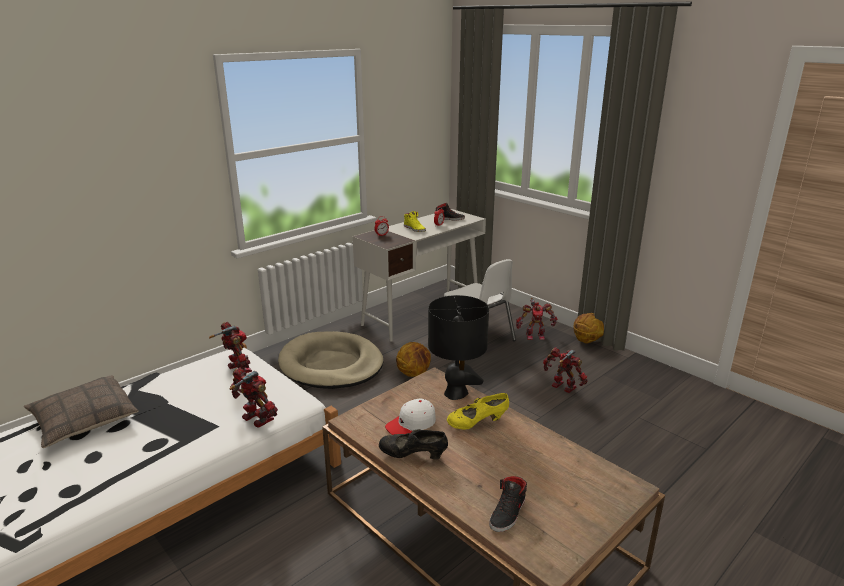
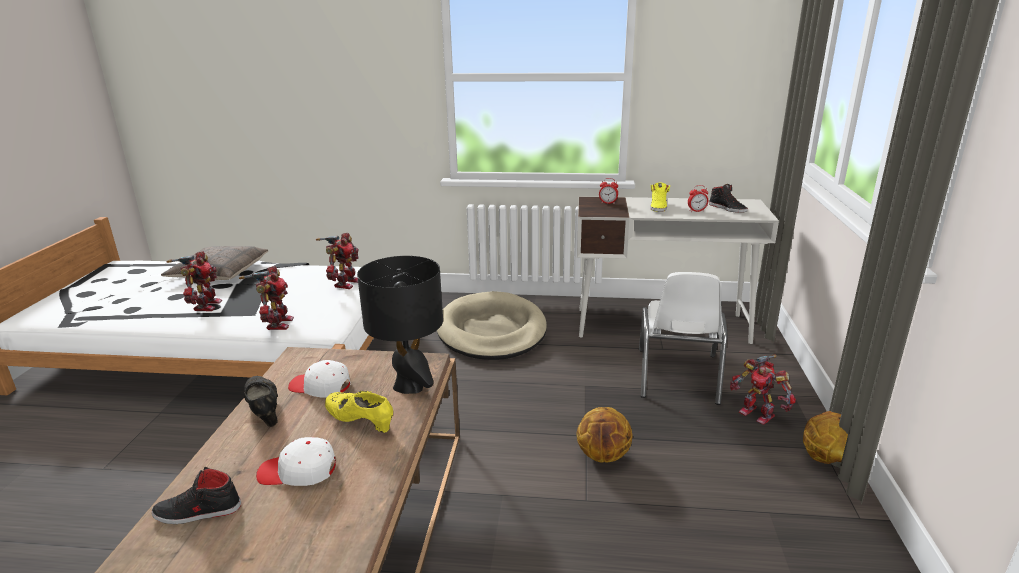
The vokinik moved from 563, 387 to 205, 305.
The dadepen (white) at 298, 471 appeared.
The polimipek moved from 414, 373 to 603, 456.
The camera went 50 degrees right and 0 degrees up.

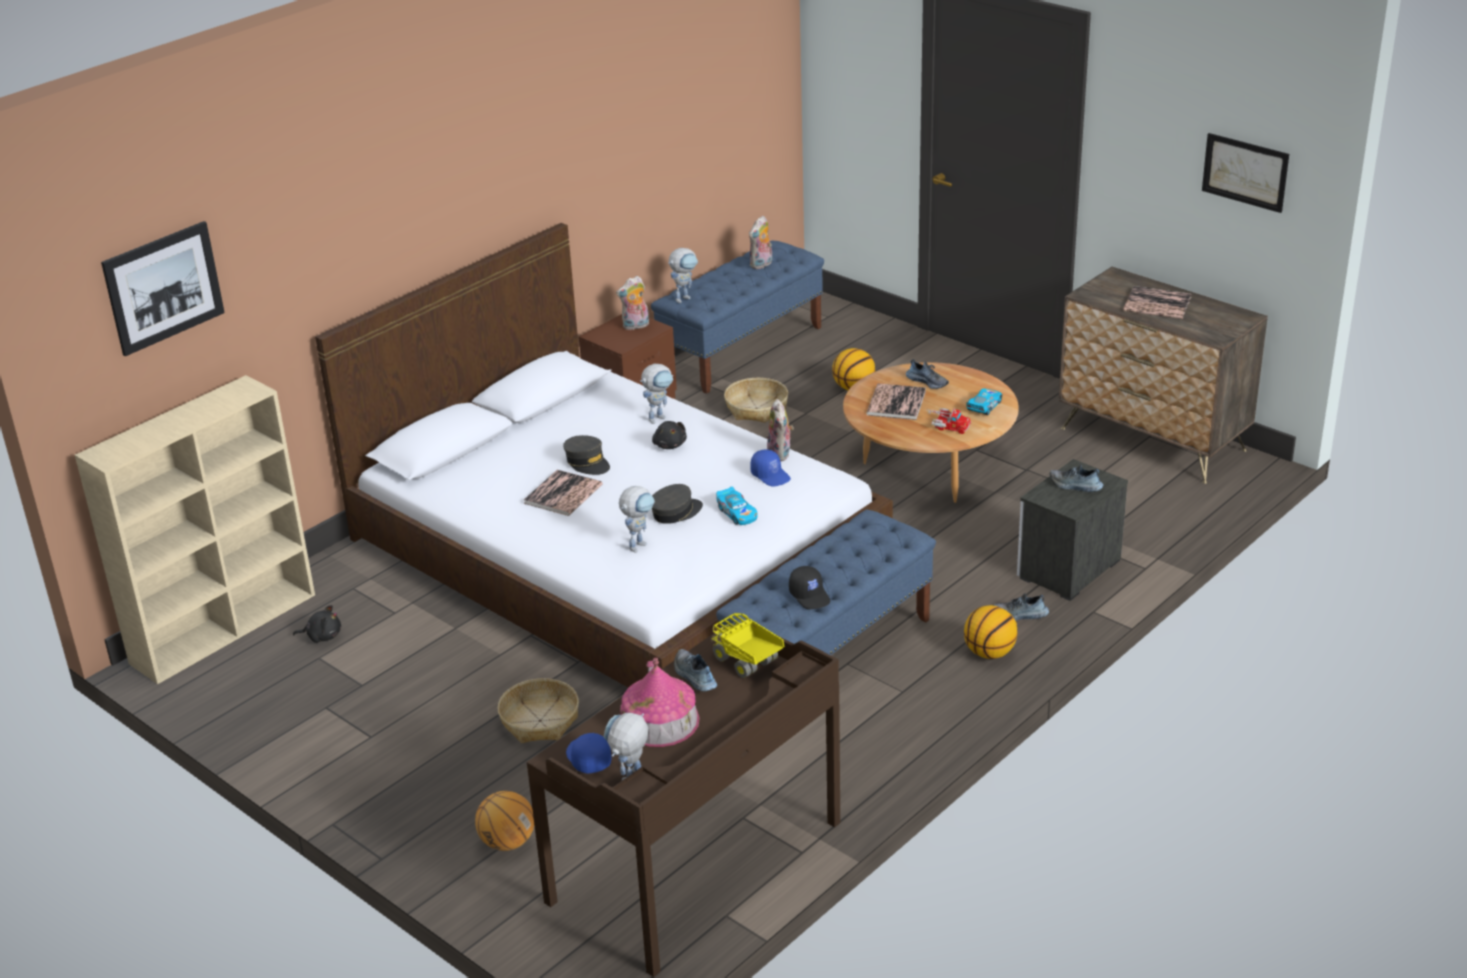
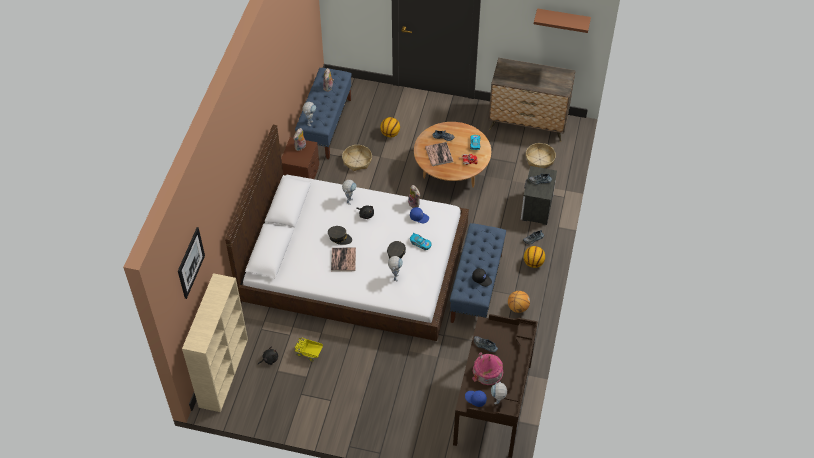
The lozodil moved from 747, 662 to 309, 353.
The polimipek moved from 507, 842 to 517, 307.
The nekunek moved from 540, 721 to 540, 159.
The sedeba at 1245, 172 was replaced by the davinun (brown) at 562, 20.
The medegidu at 1157, 304 disappeared.
The camera went 30 degrees left and 20 degrees up.

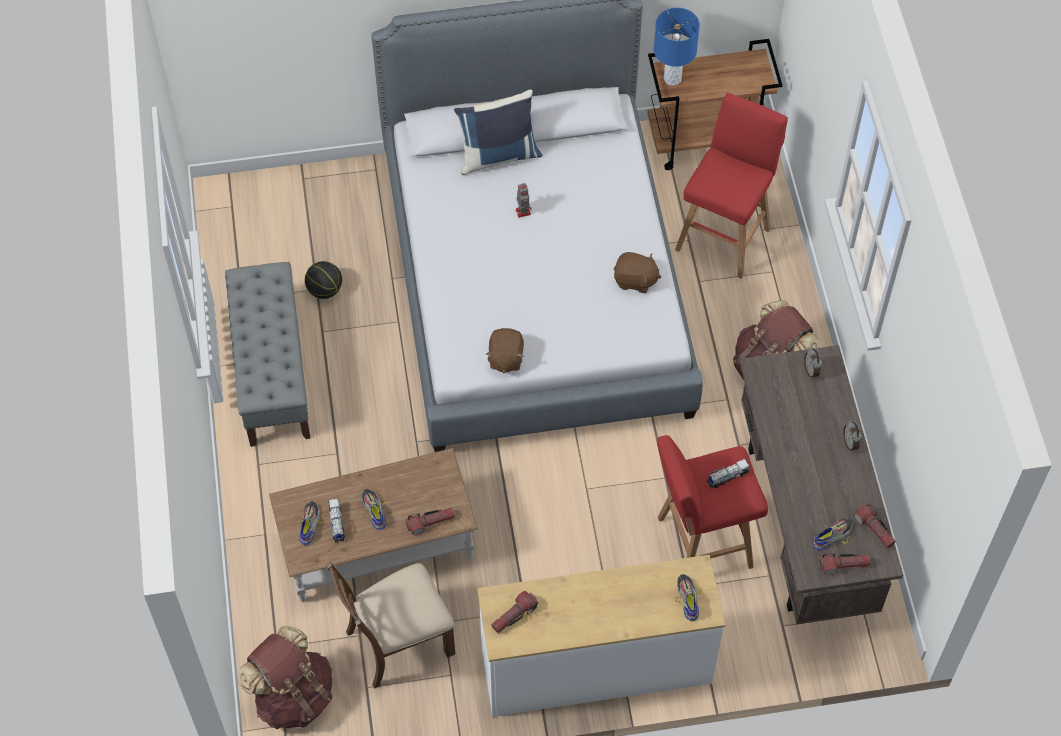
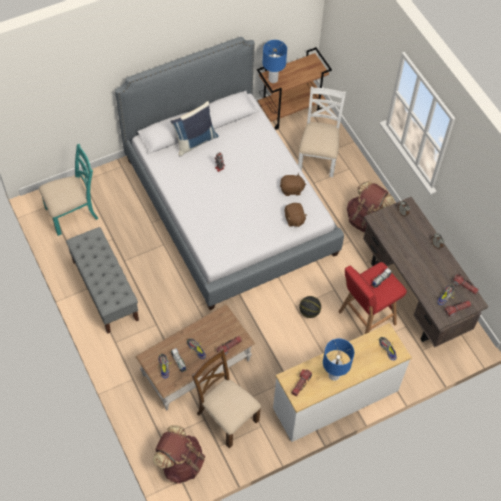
The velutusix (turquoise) at 72, 213 appeared.
The velutusix (brown) at 398, 642 turned 90 degrees clockwise.
The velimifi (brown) moved from 505, 358 to 294, 219.
The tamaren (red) at 724, 237 was replaced by the velutusix (white) at 318, 157.
The polimipek moved from 325, 290 to 309, 312.
The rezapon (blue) at 334, 375 appeared.
The camera went 20 degrees left and 0 degrees up.

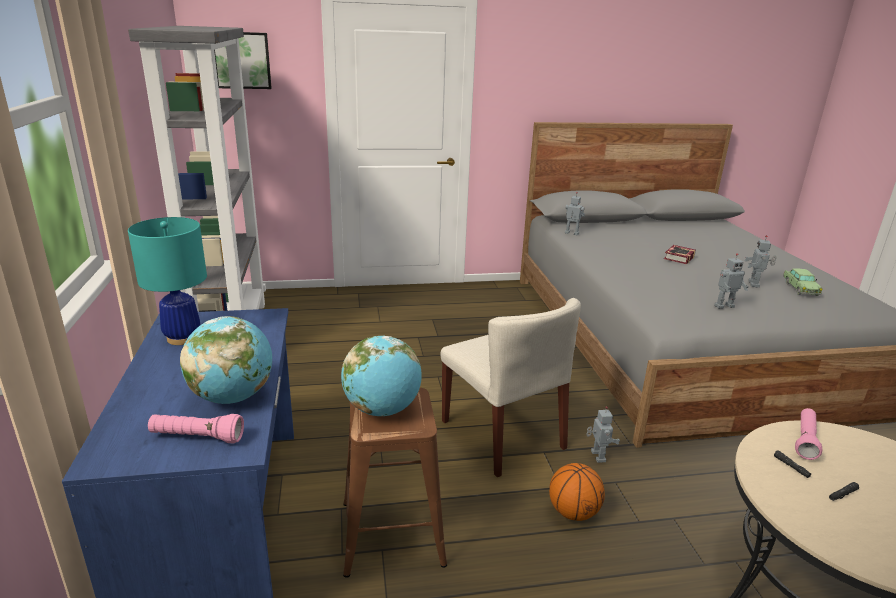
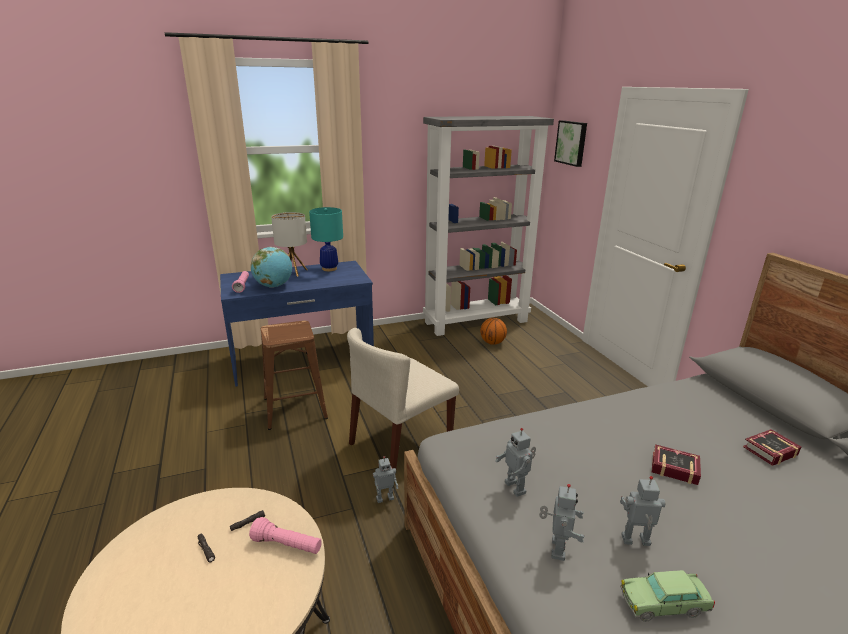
The rezapon at 293, 272 appeared.
The polimipek moved from 573, 512 to 492, 343.
The vokinik moved from 571, 233 to 556, 549.
The medegidu at 767, 451 appeared.
The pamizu at 382, 410 disappeared.
The camera went 80 degrees right and 0 degrees up.

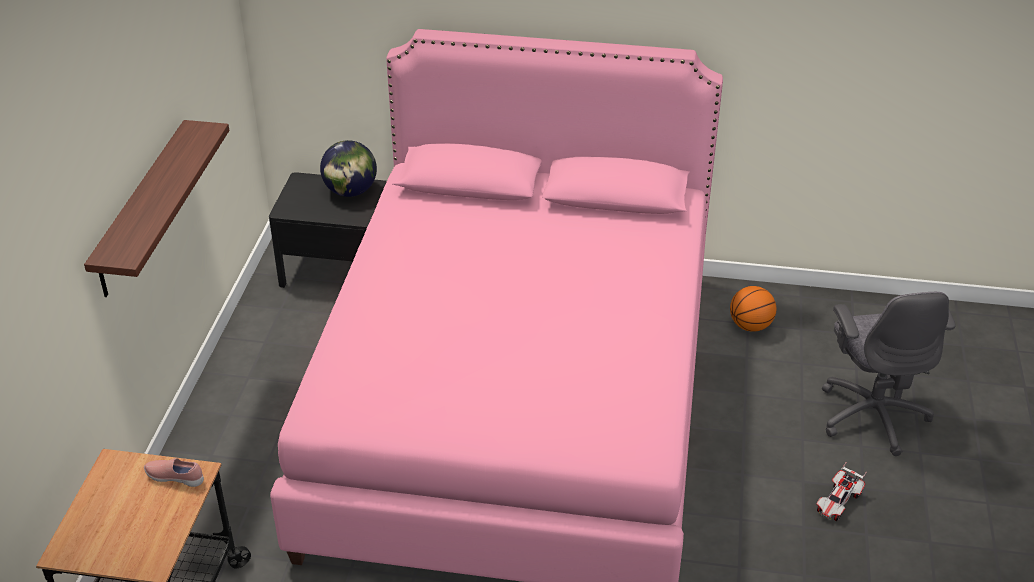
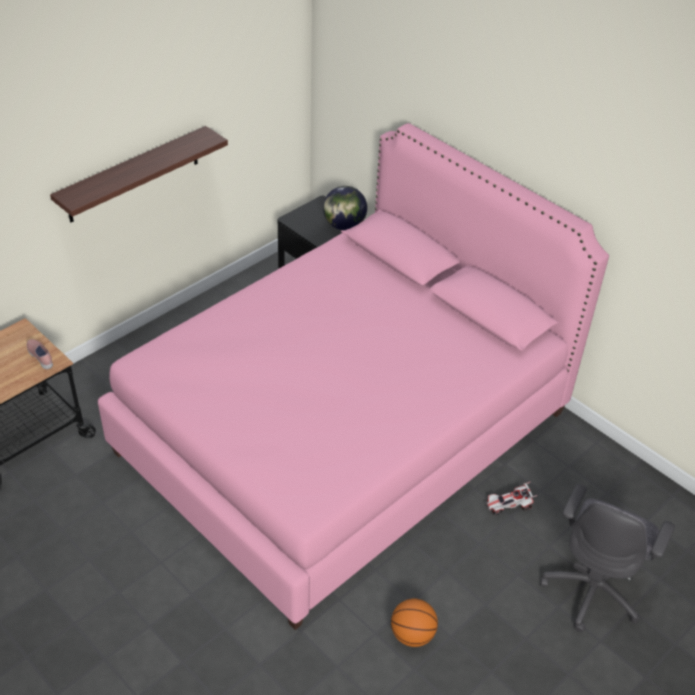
The polimipek moved from 750, 326 to 412, 634.
The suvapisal moved from 838, 503 to 508, 505.
The camera went 35 degrees right and 5 degrees up.

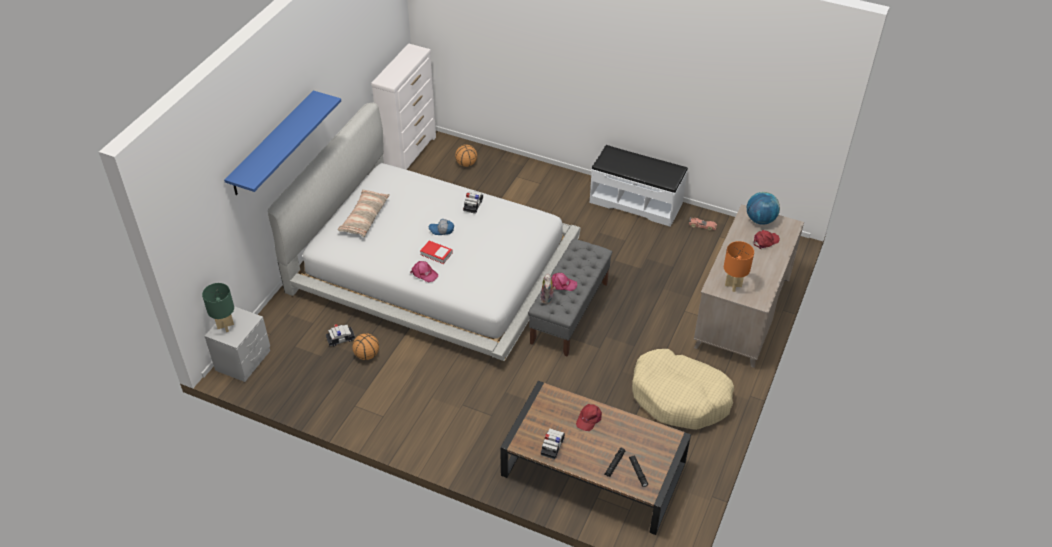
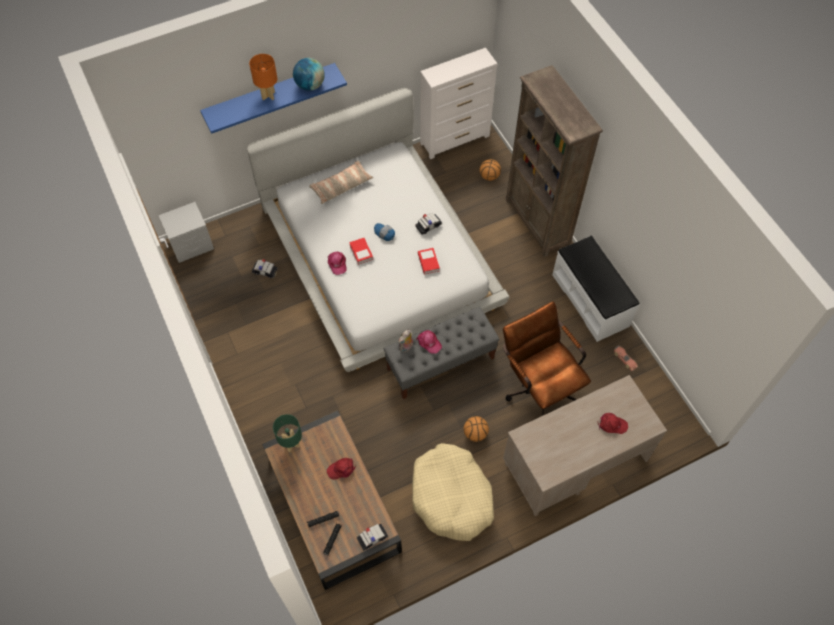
The rezapon (orange) moved from 733, 285 to 268, 95.
The rezapon (green) moved from 225, 326 to 292, 445.
The pamizu moved from 760, 220 to 310, 85.
The suvapisal moved from 552, 446 to 372, 538.
The medegidu at 428, 262 appeared.
The polimipek moved from 366, 355 to 475, 433.
The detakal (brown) at 538, 386 appeared.
The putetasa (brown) at 537, 222 appeared.
The camera went 40 degrees right and 15 degrees up.

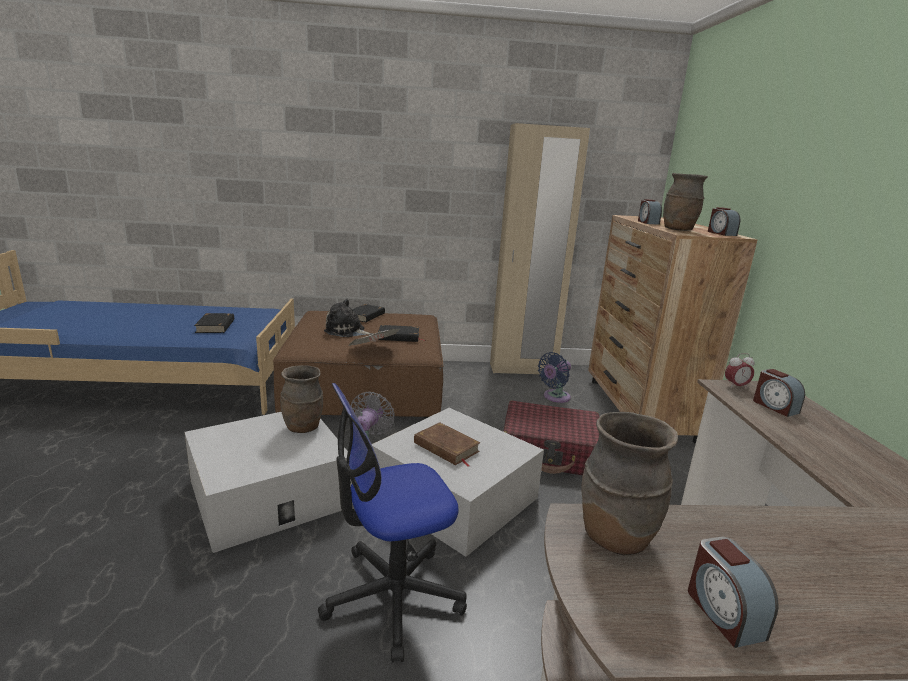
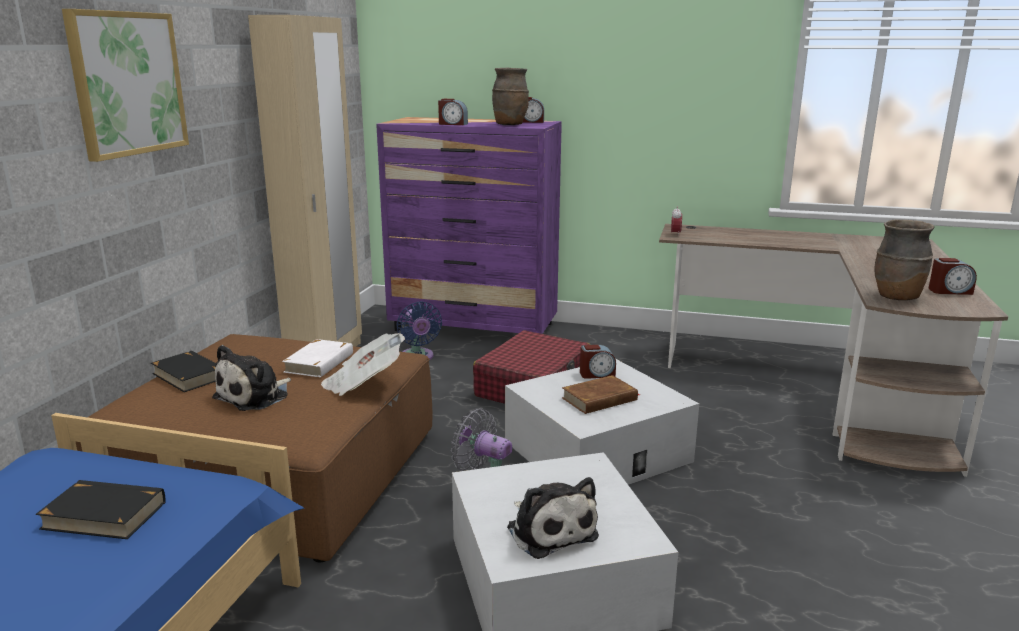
The sedeba at 127, 83 appeared.
The medegidu (black) at 399, 337 became the medegidu (white) at 320, 363.
The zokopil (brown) at 639, 409 became the zokopil (purple) at 474, 327.
The velimifi at 550, 530 appeared.
The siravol moved from 774, 406 to 597, 374.
The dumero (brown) at 303, 428 disappeared.
The detakal at 393, 596 disappeared.
The camera went 70 degrees left and 0 degrees up.

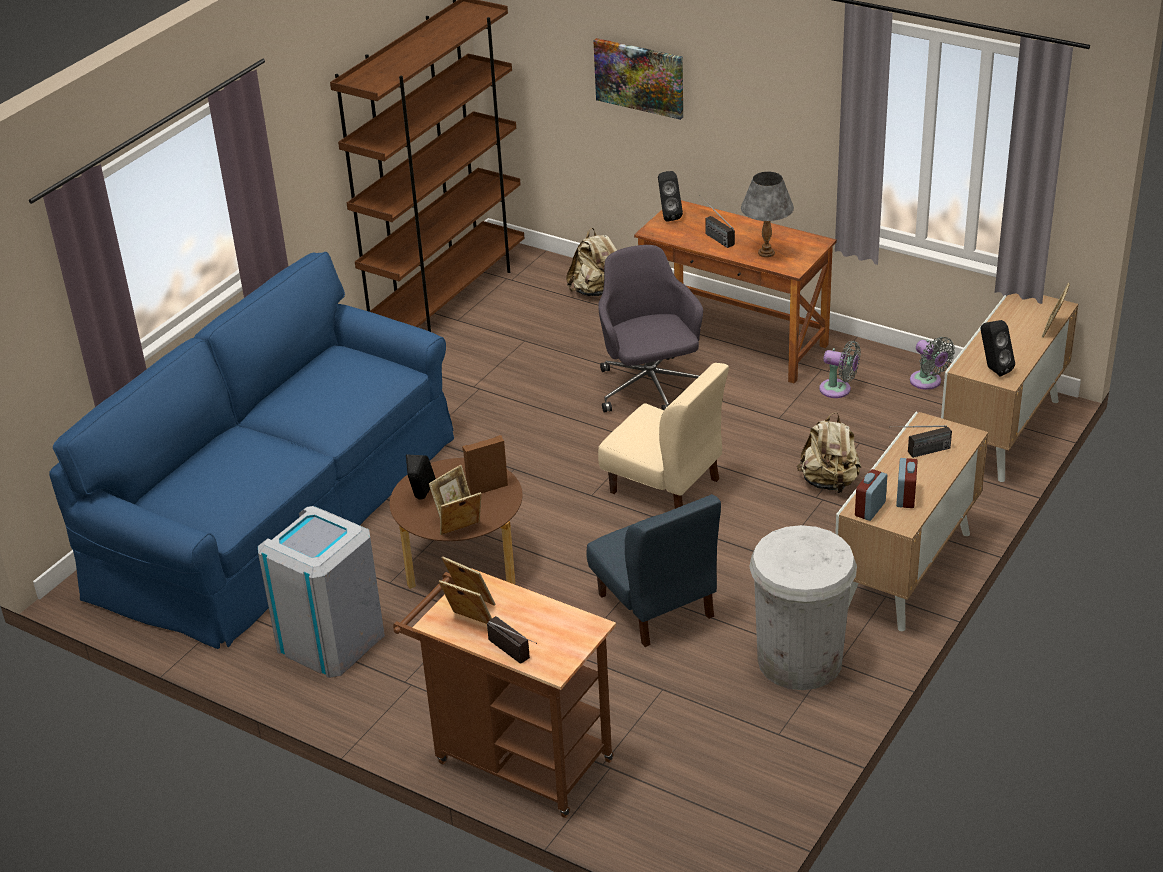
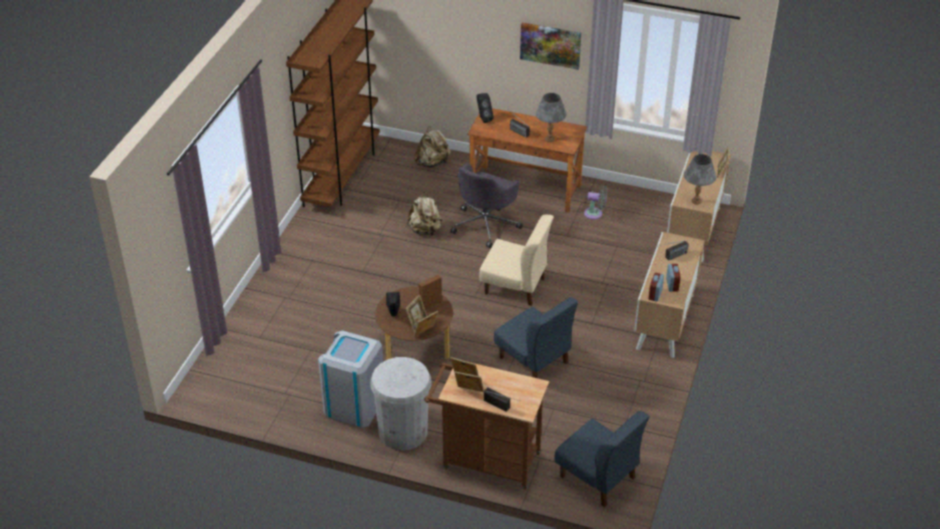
The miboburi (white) moved from 800, 660 to 403, 431.
The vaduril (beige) moved from 829, 482 to 425, 230.
The detakal (grey) at 650, 389 turned 120 degrees counterclockwise.
The sedeba moved from 639, 77 to 550, 45.
The velutusix (blue) at 597, 477 appeared.
The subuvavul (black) at 993, 369 was replaced by the rezapon (grey) at 696, 201.
The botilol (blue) at 280, 511 disappeared.
The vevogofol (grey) at 927, 382 disappeared.
The camera went 15 degrees left and 5 degrees up.

